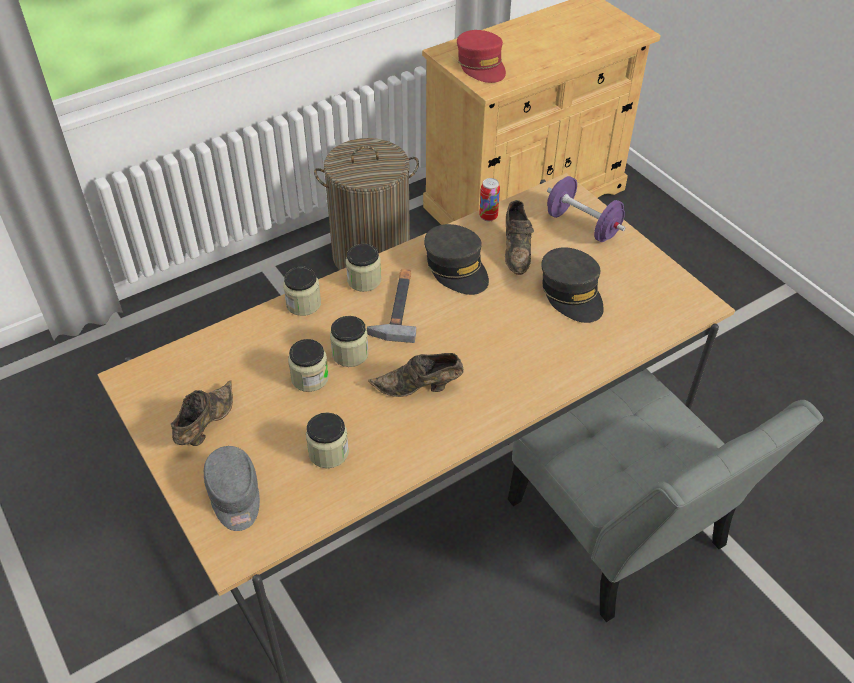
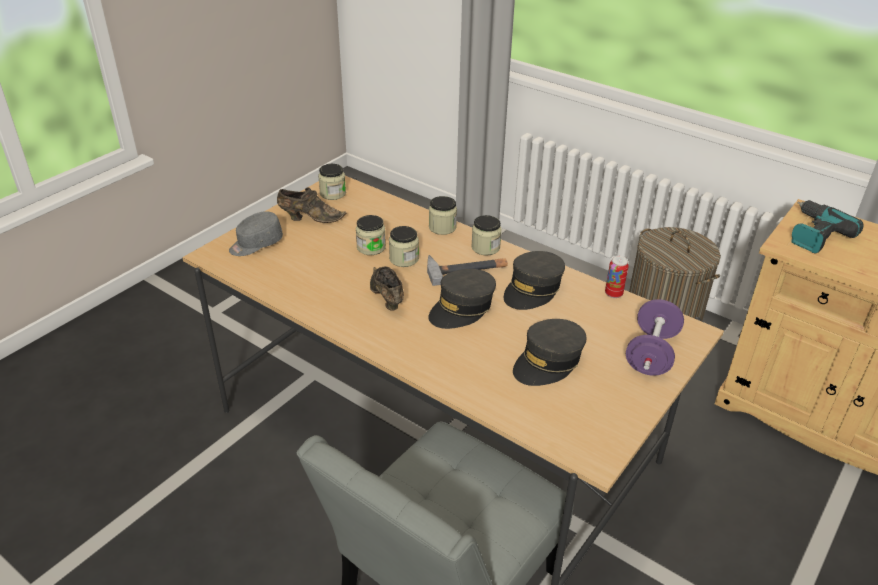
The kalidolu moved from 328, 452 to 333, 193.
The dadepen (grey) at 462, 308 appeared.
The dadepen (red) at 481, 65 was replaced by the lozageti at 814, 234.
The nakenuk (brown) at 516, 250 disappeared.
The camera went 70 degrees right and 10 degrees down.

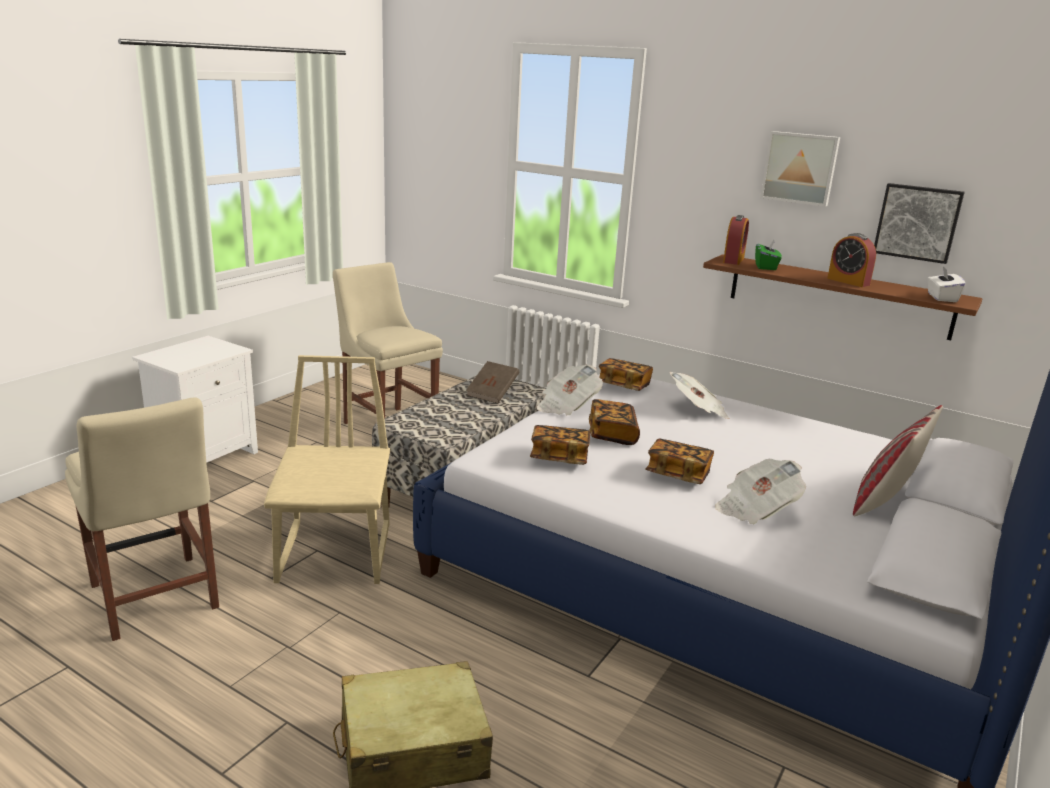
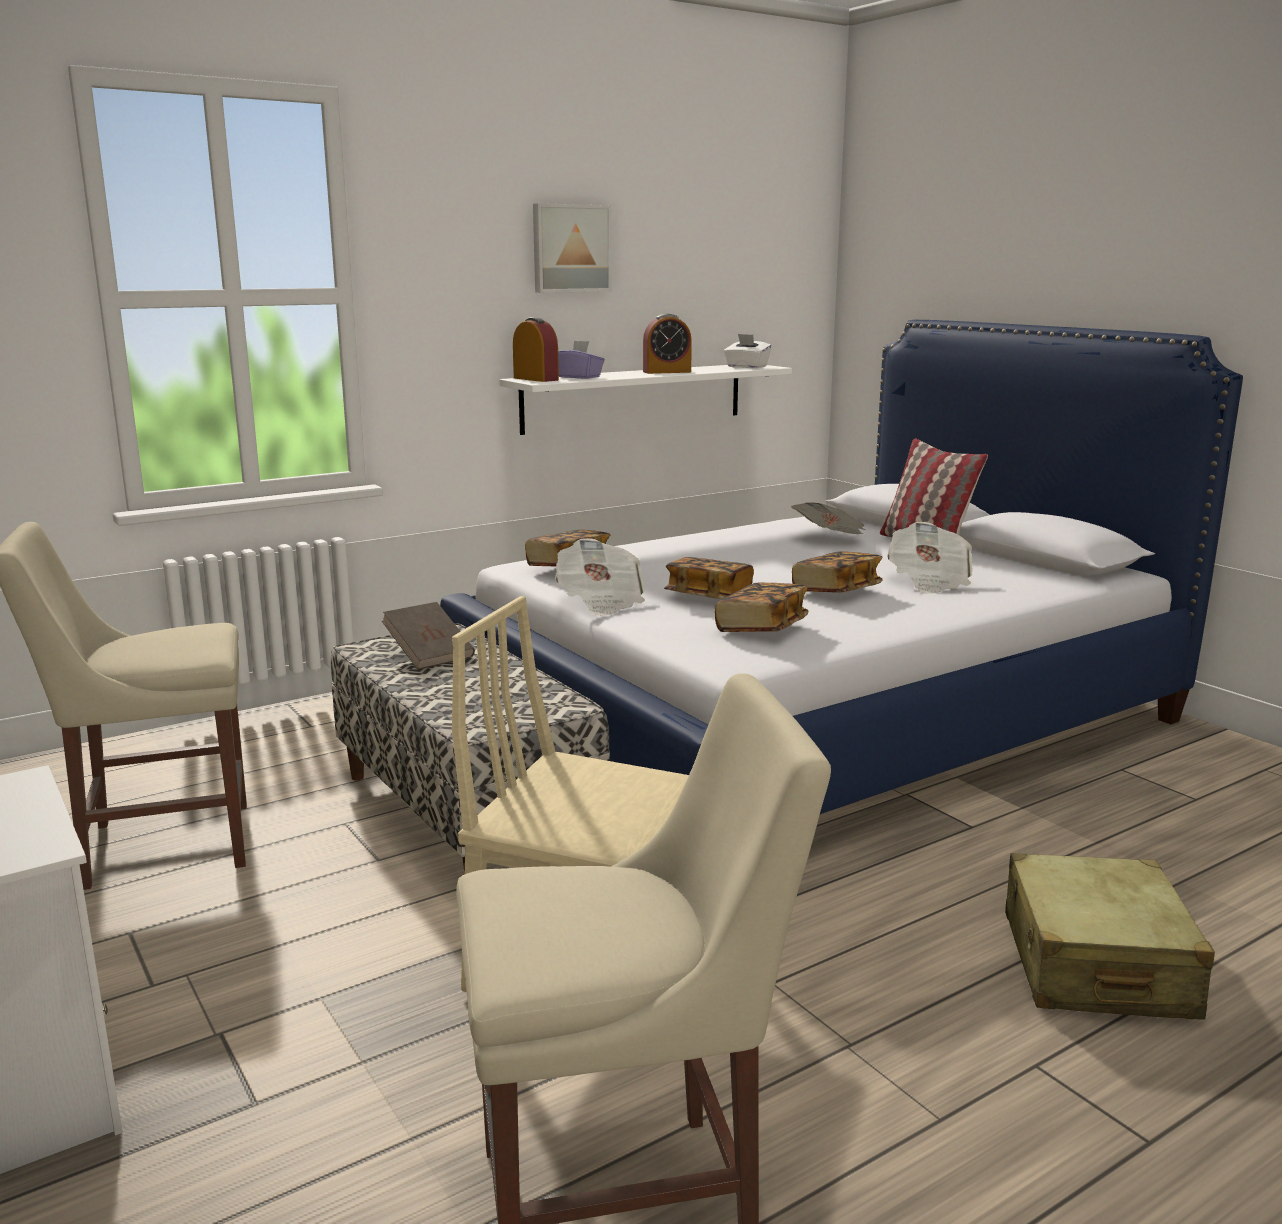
The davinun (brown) at 838, 296 became the davinun (white) at 634, 397.
The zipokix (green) at 766, 267 became the zipokix (purple) at 579, 377.
The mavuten moved from 698, 411 to 830, 539.
The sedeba at 917, 222 disappeared.
The camera went 65 degrees left and 5 degrees down.

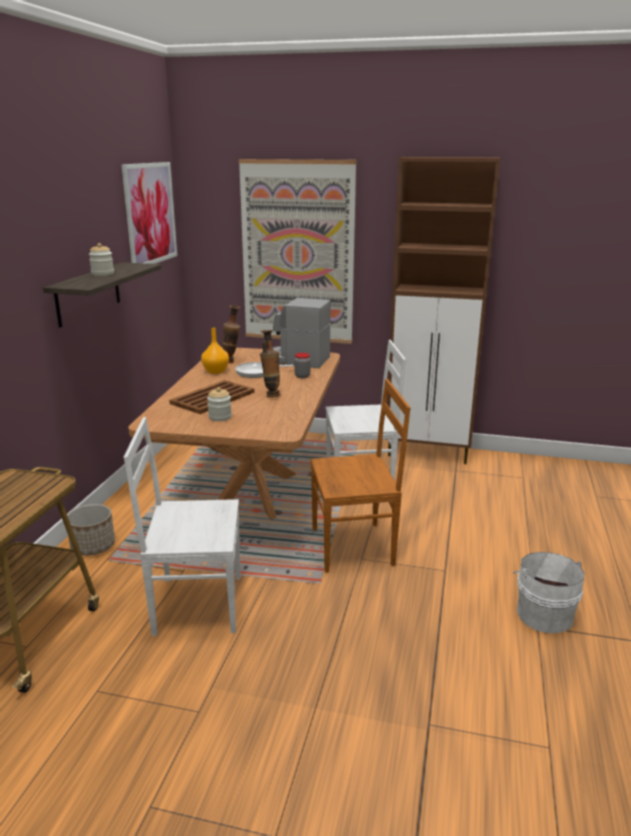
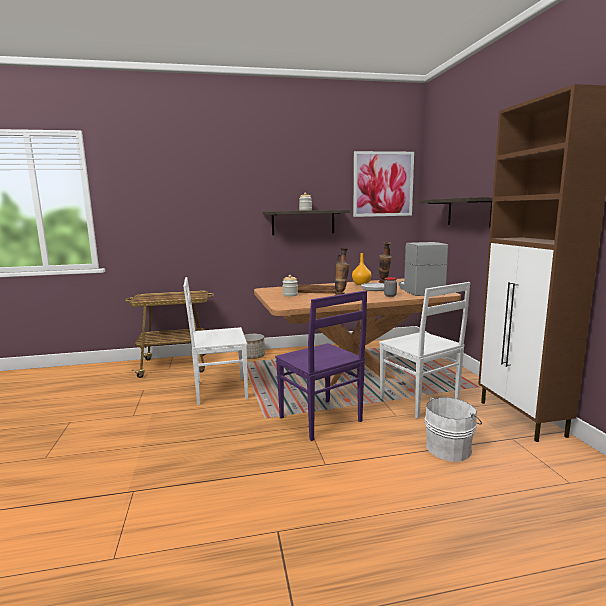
The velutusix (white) at 195, 604 turned 75 degrees counterclockwise.
The velutusix (brown) at 355, 546 became the velutusix (purple) at 321, 420.
The sedeba at 297, 253 was replaced by the davinun at 469, 212.
The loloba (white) moved from 543, 613 to 450, 448.
The camera went 65 degrees right and 10 degrees down.

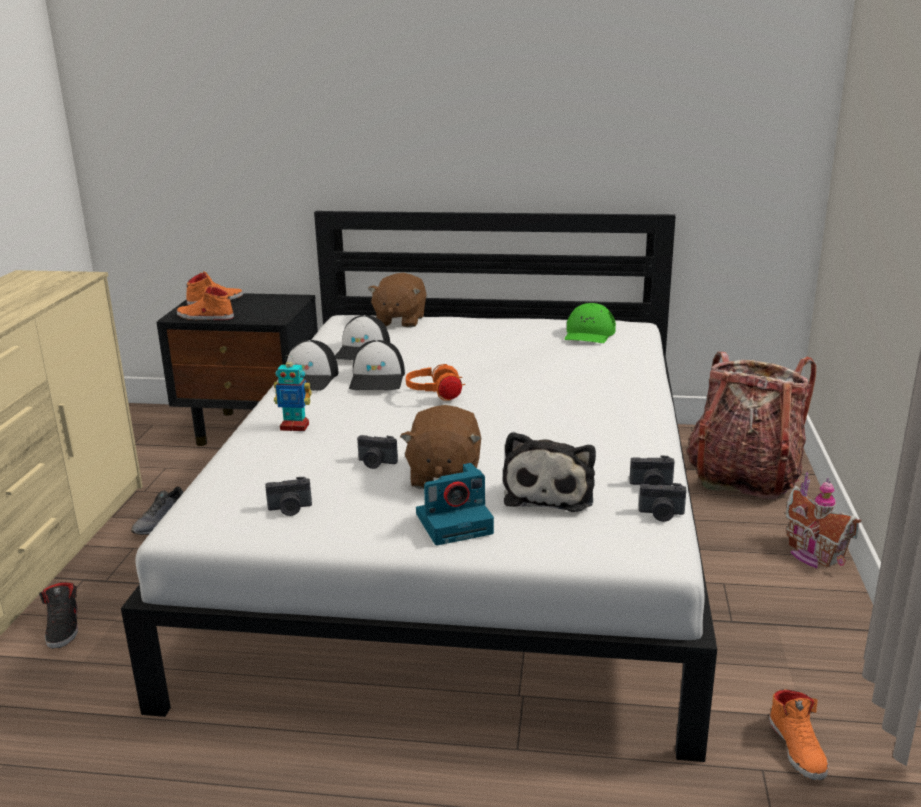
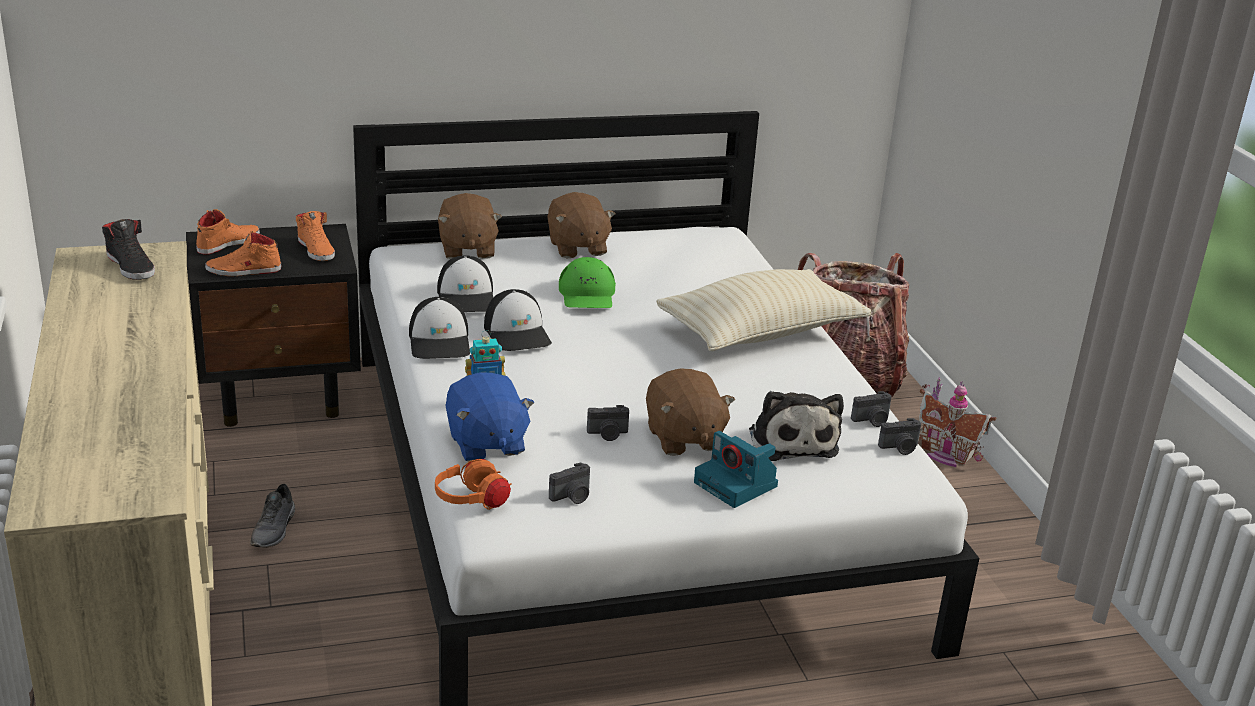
The nakenuk (black) moved from 64, 627 to 131, 266.
The nakenuk (orange) moved from 798, 747 to 316, 250.
The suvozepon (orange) moved from 435, 396 to 472, 502.
The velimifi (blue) at 485, 444 appeared.
The velimifi (brown) at 577, 248 appeared.
The dadepen (green) moved from 589, 334 to 587, 294.
The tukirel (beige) at 761, 333 appeared.
The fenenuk at 455, 522 turned 90 degrees clockwise.
The camera went 25 degrees left and 5 degrees up.

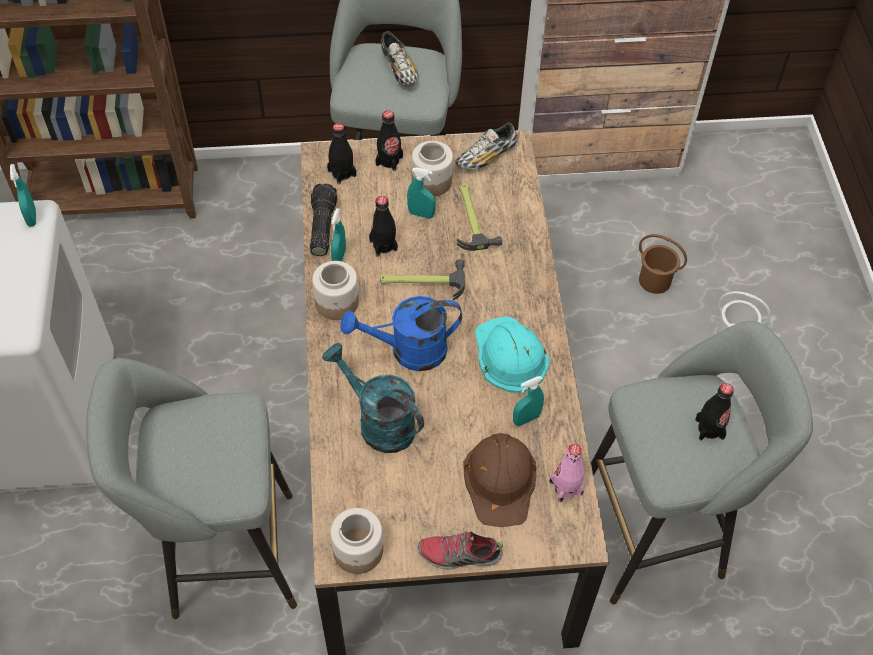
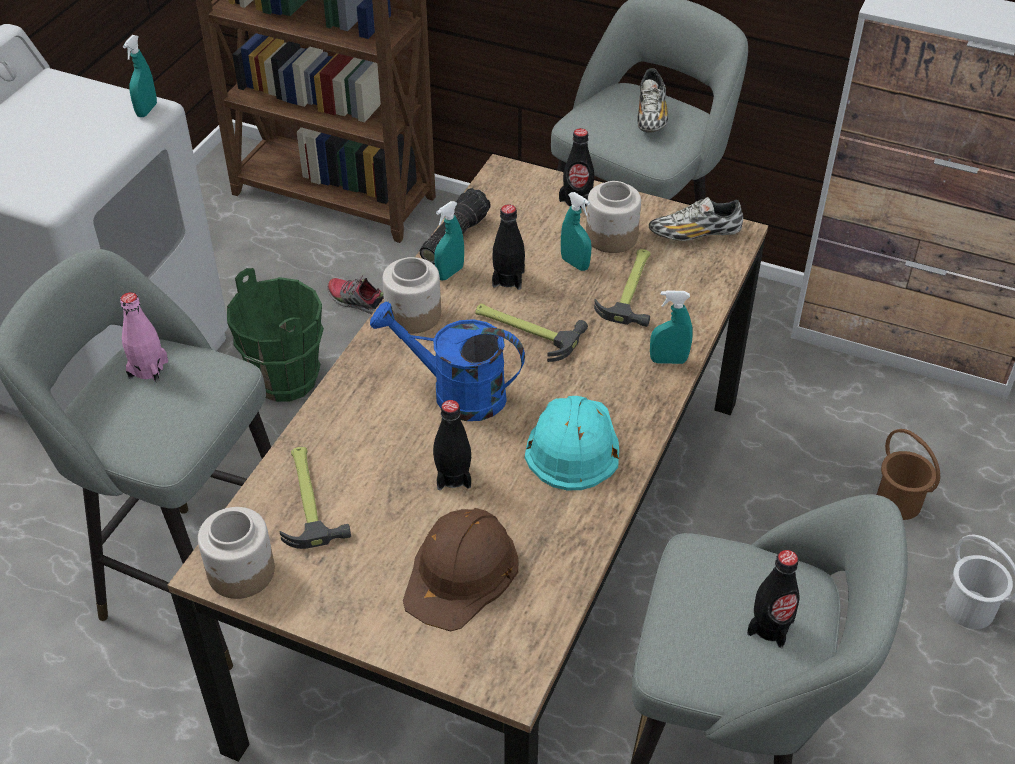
The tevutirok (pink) moved from 565, 487 to 148, 369.
The loloba (green) at 286, 379 appeared.
The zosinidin at 308, 498 appeared.
The nakenuk moved from 459, 555 to 356, 302.
The tevutirok (black) moved from 342, 173 to 453, 476.
The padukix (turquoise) moved from 526, 419 to 668, 360.
The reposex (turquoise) at 378, 422 disappeared.
The camera went 30 degrees right and 10 degrees down.

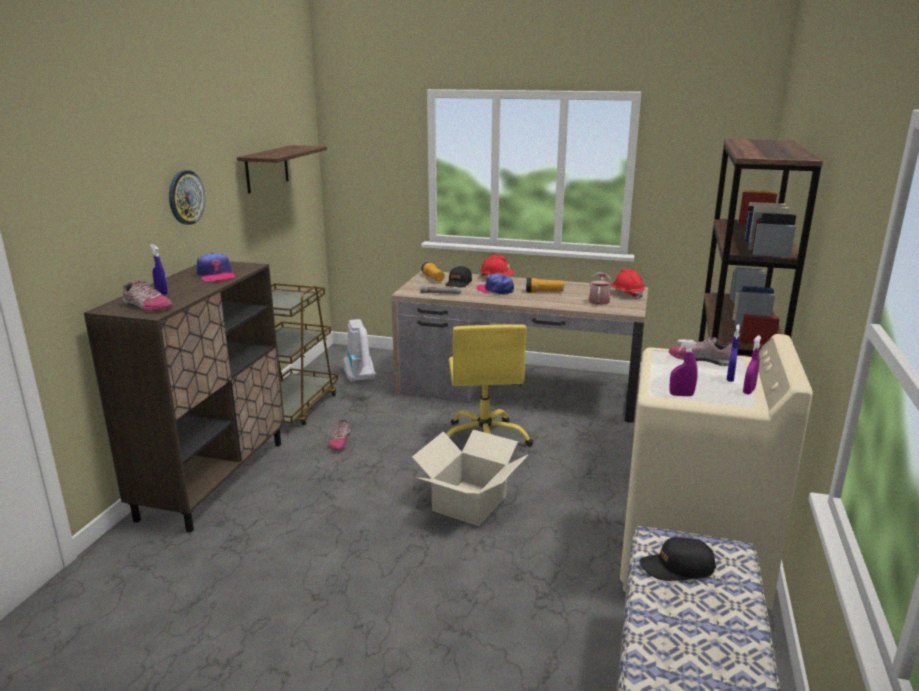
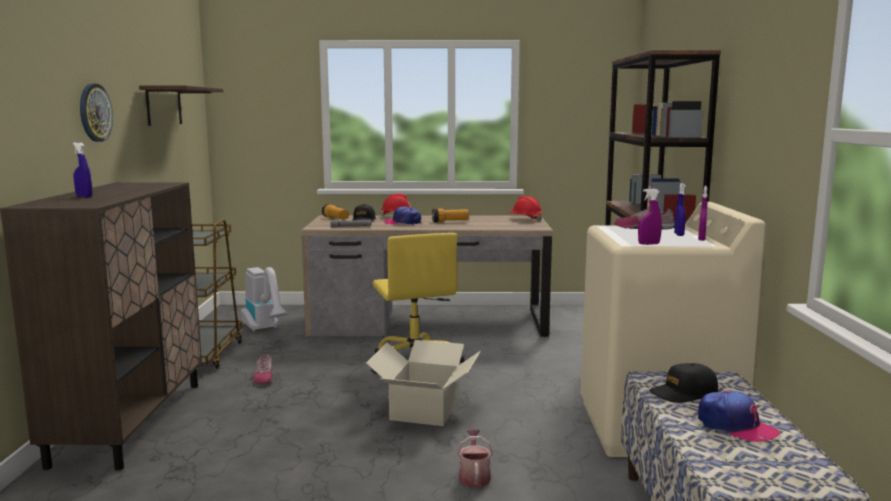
The reposex moved from 599, 300 to 474, 476.
The dadepen moved from 216, 275 to 735, 426.
The nakenuk at 146, 306 disappeared.
The camera went 15 degrees left and 10 degrees down.

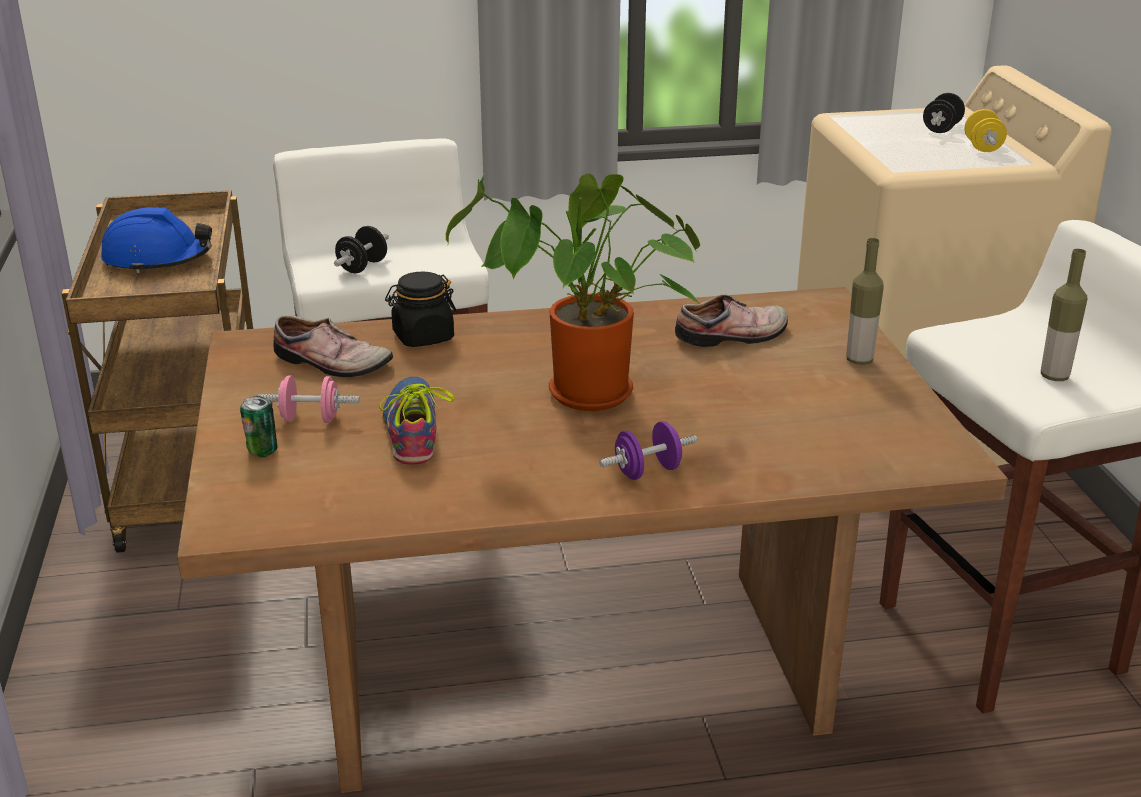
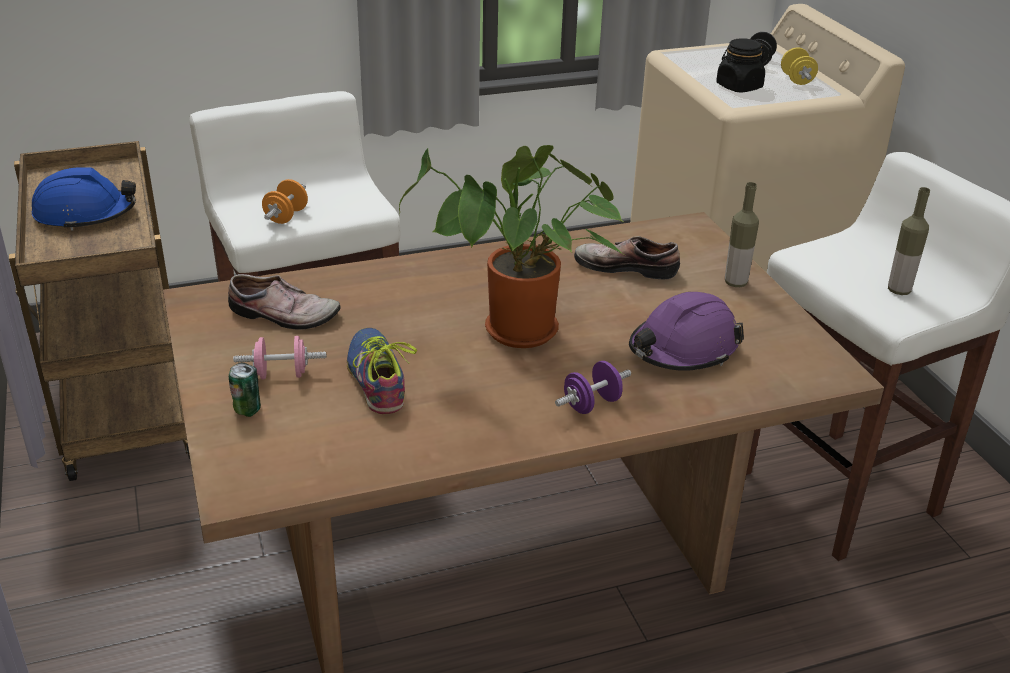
The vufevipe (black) at 362, 267 became the vufevipe (orange) at 286, 216.
The nakenuk at 734, 336 turned 135 degrees counterclockwise.
The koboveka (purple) at 683, 349 appeared.
The kalidolu (black) moved from 423, 337 to 739, 87.
The camera went 10 degrees left and 5 degrees up.

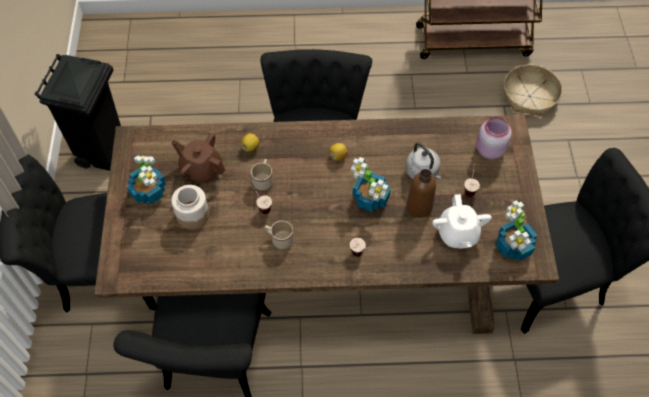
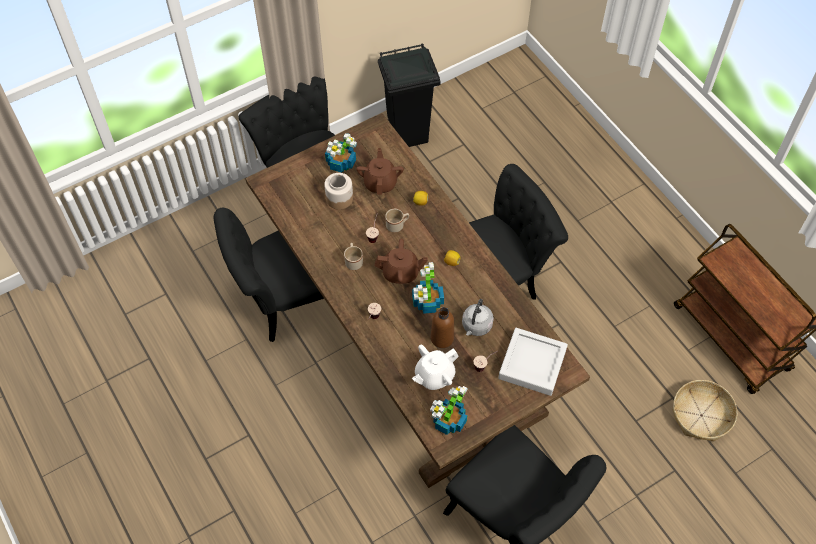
The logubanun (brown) at 401, 273 appeared.
The kalidolu (pink) at 489, 150 was replaced by the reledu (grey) at 532, 364.
The camera went 60 degrees right and 0 degrees up.

